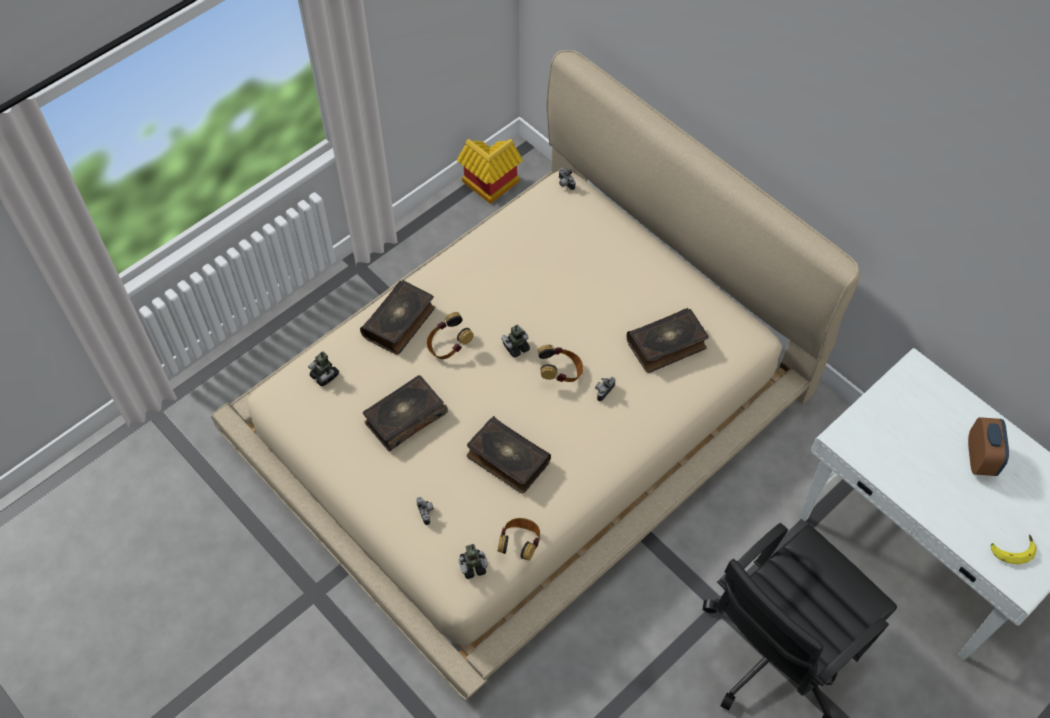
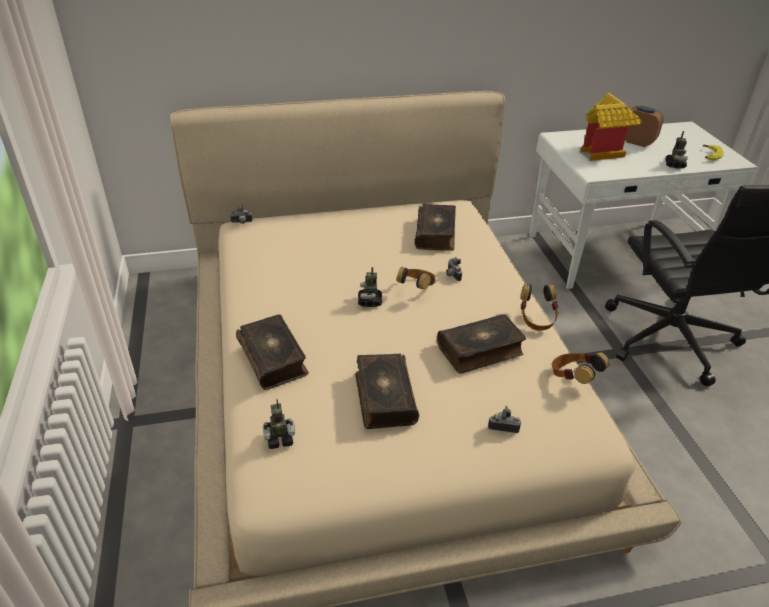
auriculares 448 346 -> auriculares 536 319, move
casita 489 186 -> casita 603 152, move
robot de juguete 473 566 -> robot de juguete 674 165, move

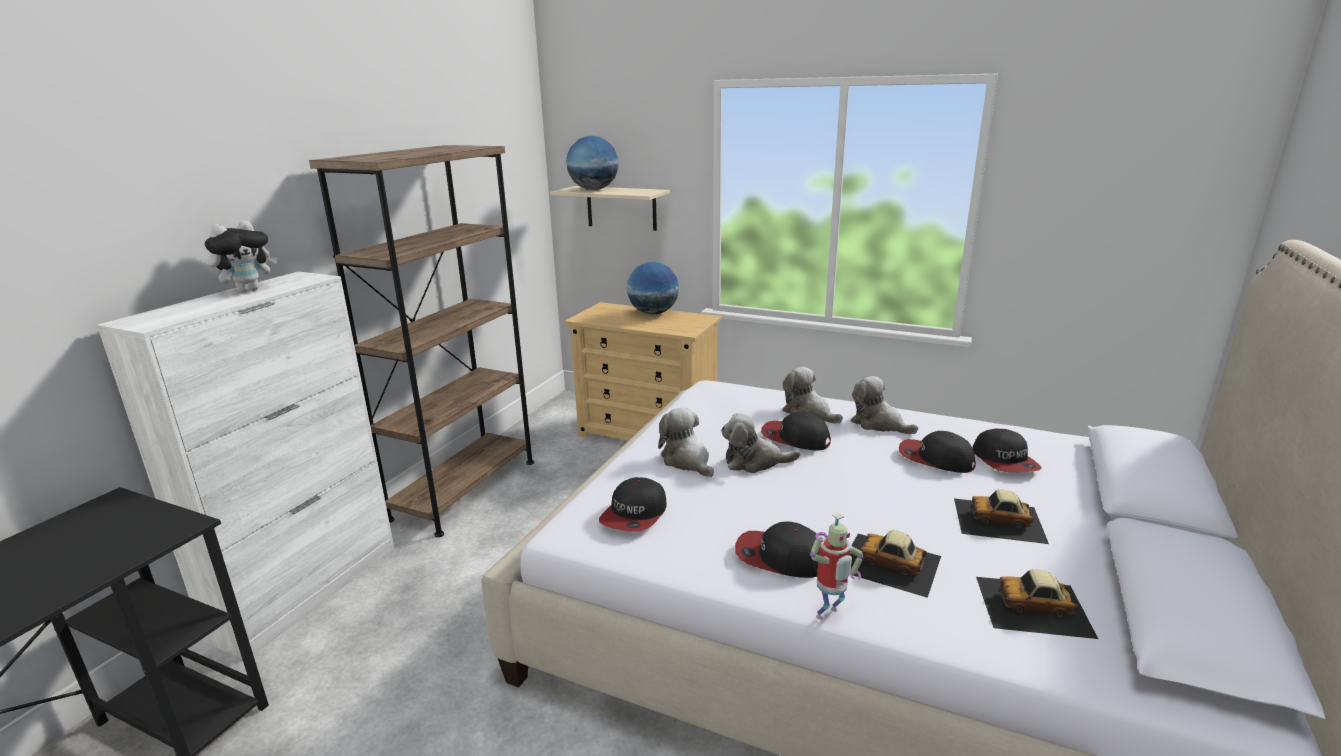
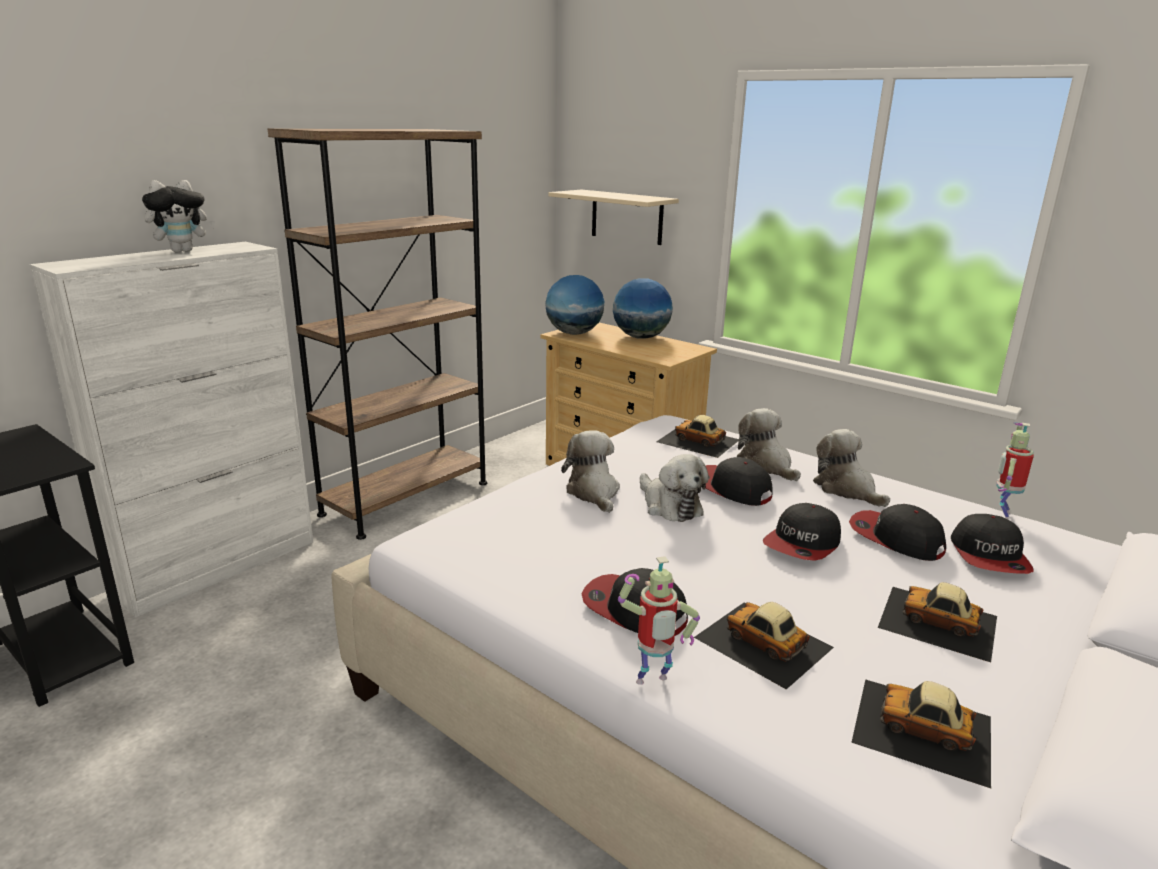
none -> coche de juguete 698 441
none -> robot de juguete 1002 515
globo terráqueo 593 189 -> globo terráqueo 574 333, move
gorra 635 515 -> gorra 803 544, move
peluche 754 462 -> peluche 669 506, 135 degrees counterclockwise

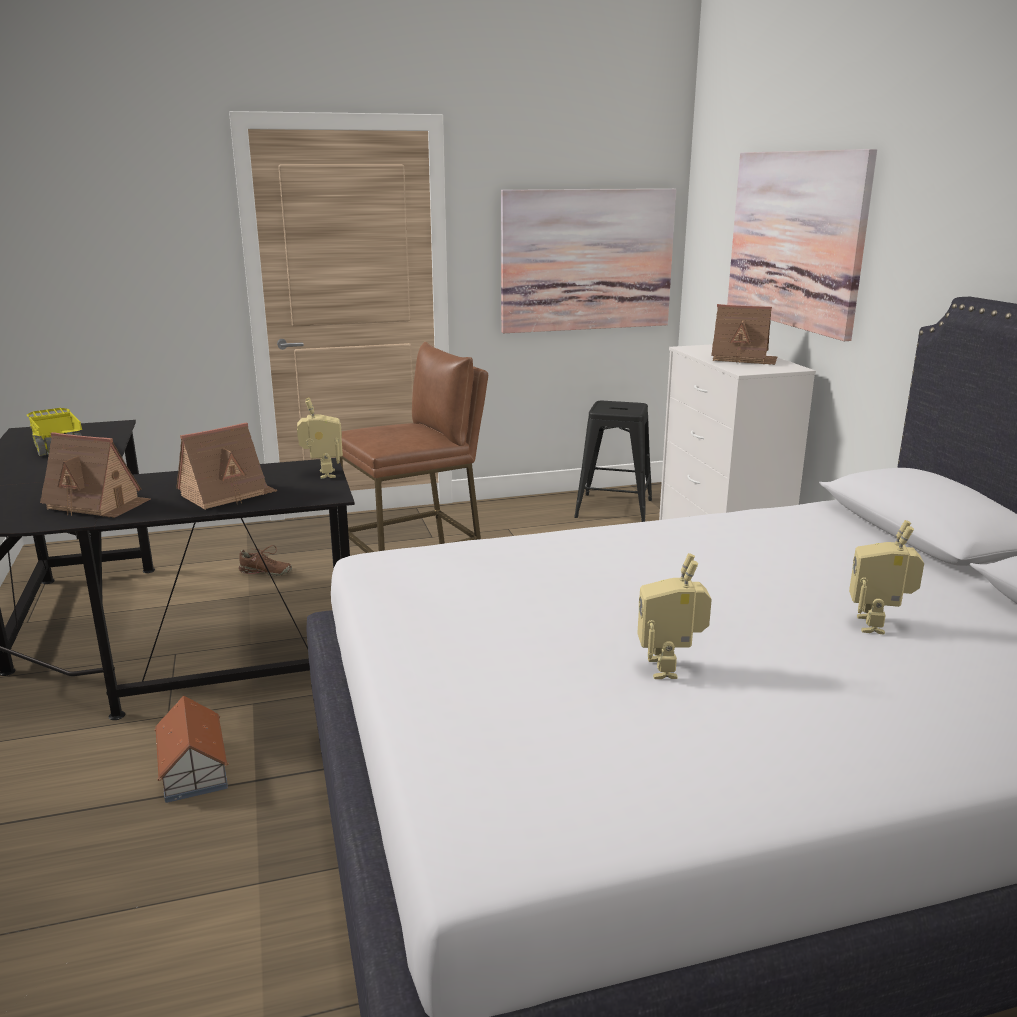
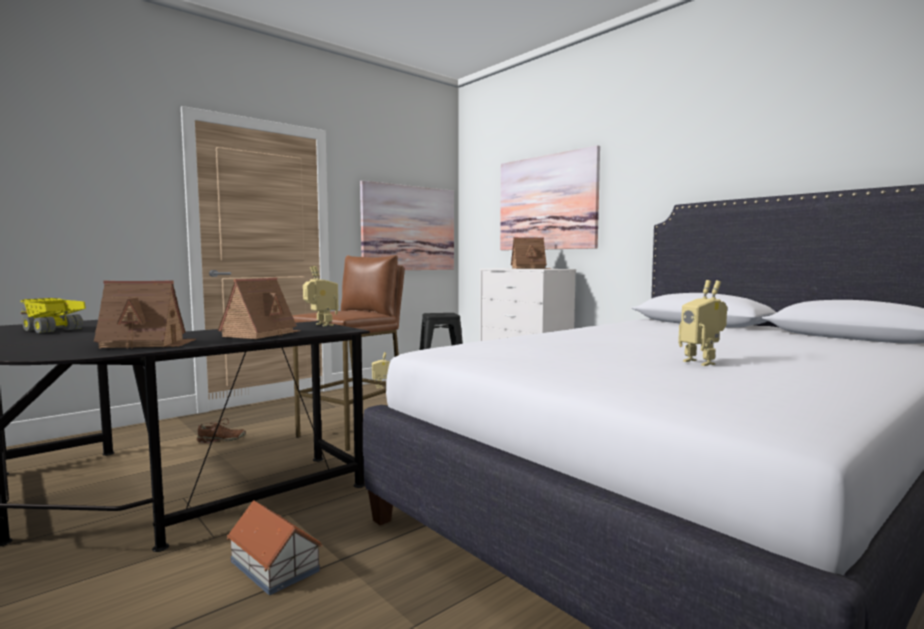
robot de juguete 877 625 -> robot de juguete 381 386, move

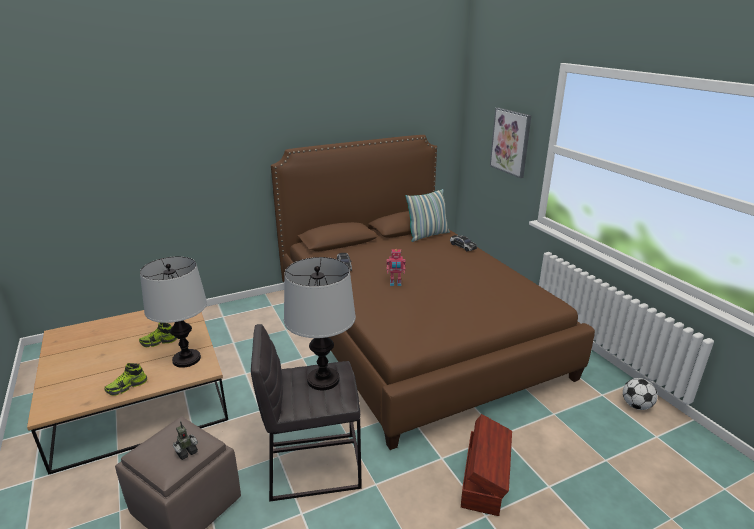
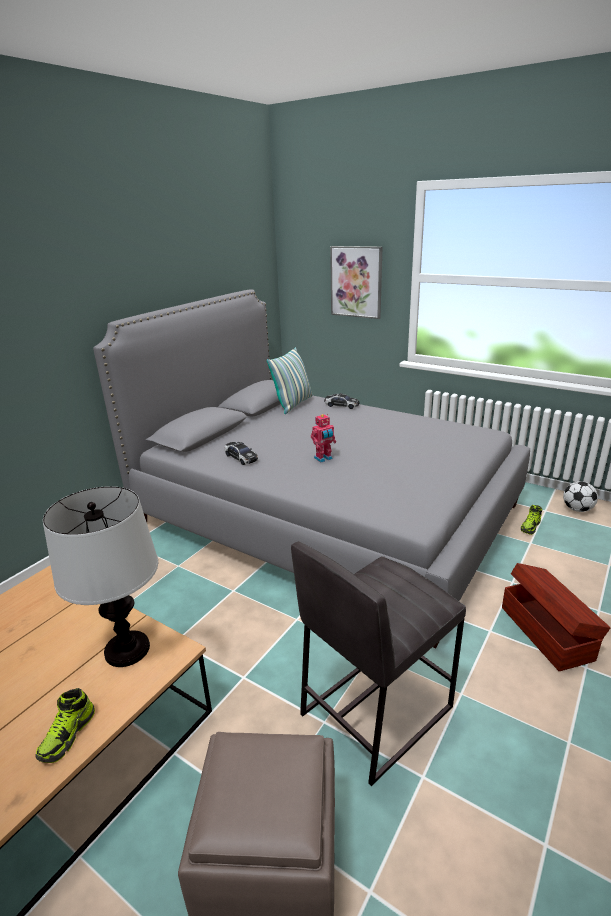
robot de juguete 186 452 -> none
lámpara de mesa 323 379 -> none
zapato 159 342 -> zapato 530 527, move
cama/marrón 412 330 -> cama/gris 325 514

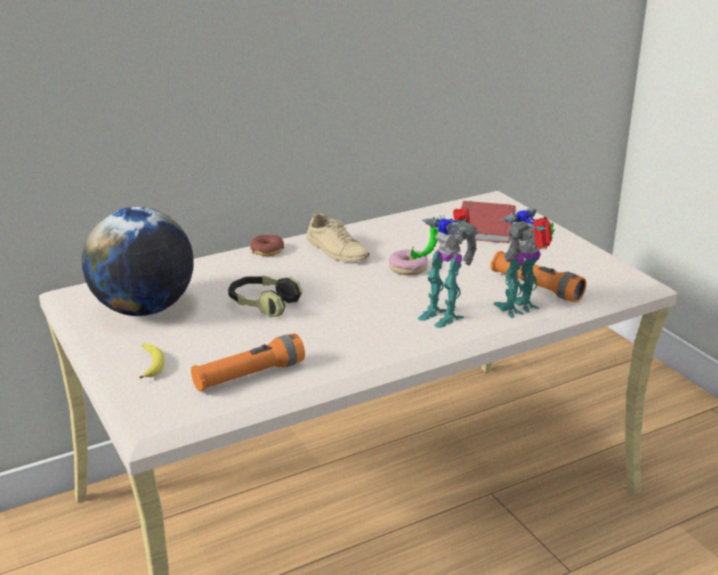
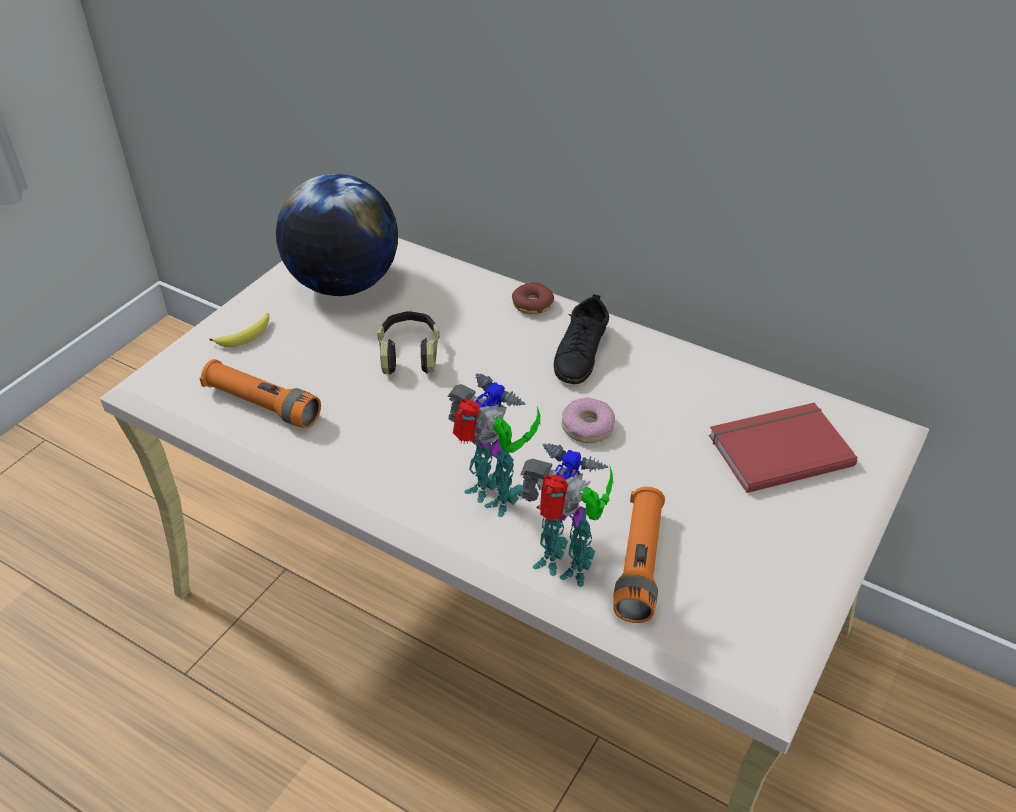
zapato/beis 336 250 -> zapato/negro 580 352
robot de juguete 441 314 -> robot de juguete 494 498, 120 degrees clockwise

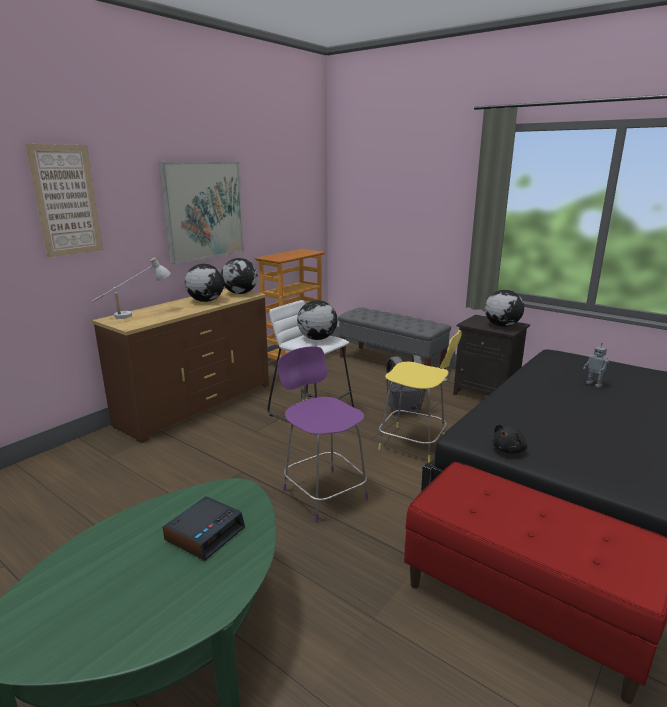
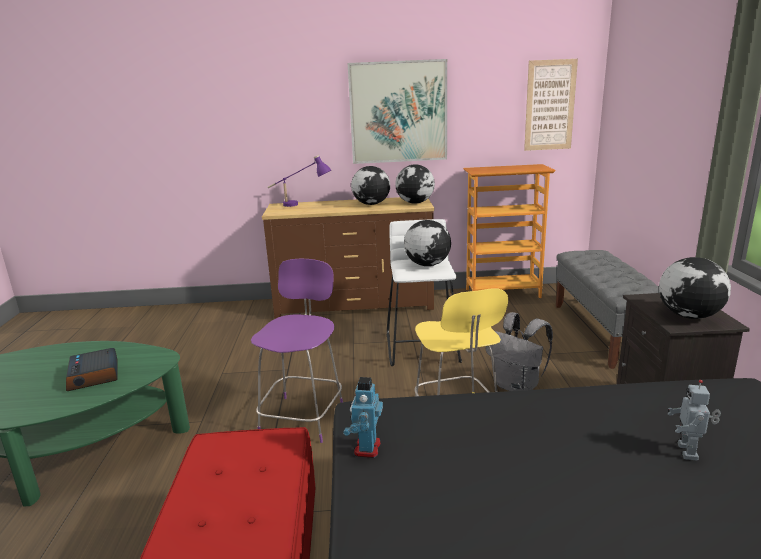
cuadro 66 200 -> cuadro 550 105, move
peluche/negro 509 450 -> robot de juguete 366 448
lámpara de mesa/blanco 136 314 -> lámpara de mesa/morado 300 205
despertador 205 533 -> despertador 94 375, 75 degrees clockwise

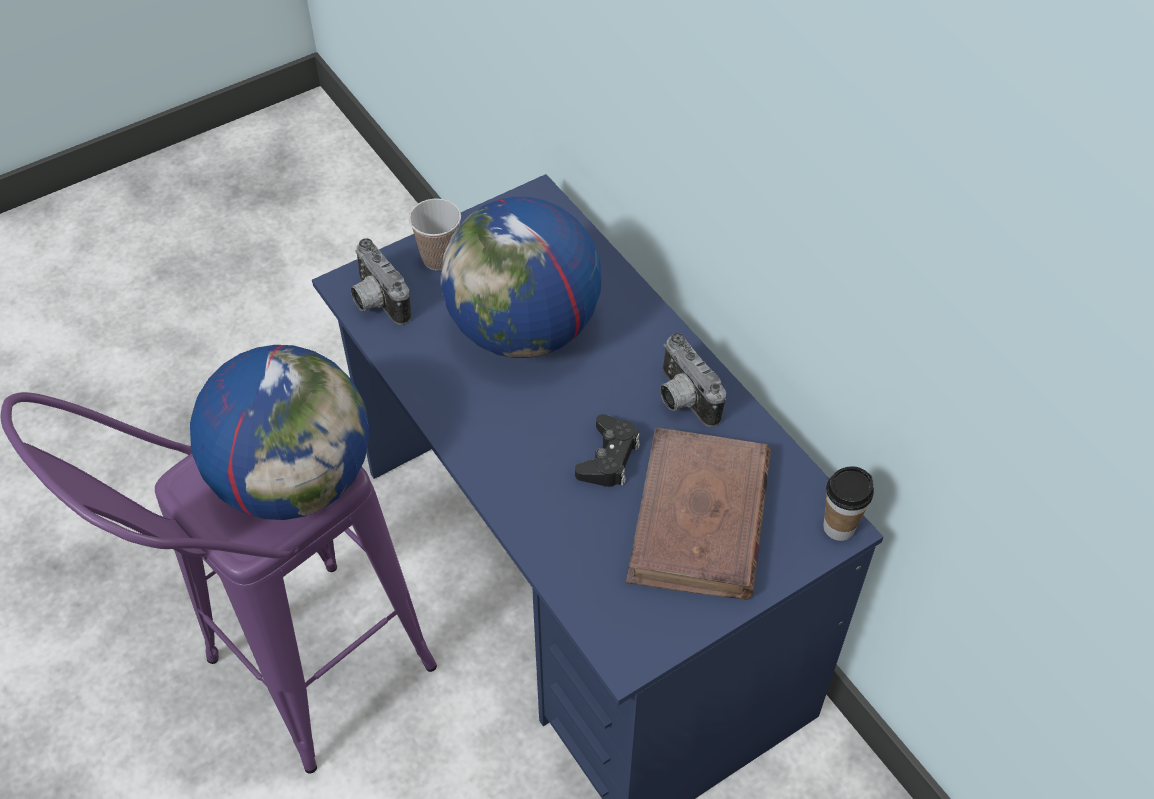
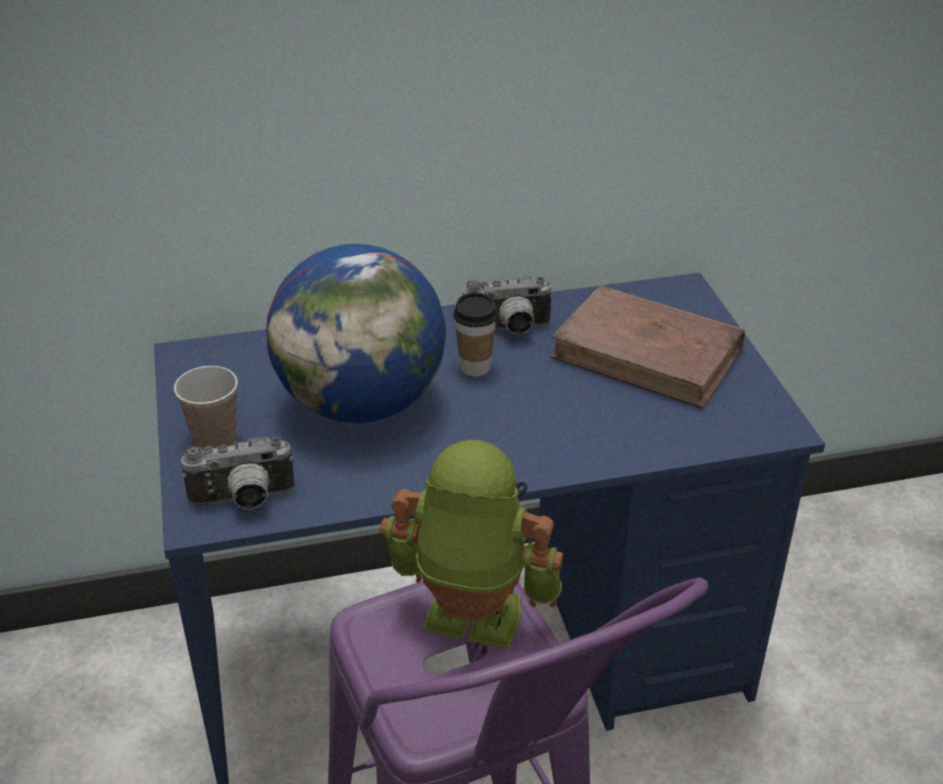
mando de consola/negro 608 458 -> none
taza 839 527 -> taza 475 367, move
globo terráqueo 295 480 -> robot de juguete 470 622

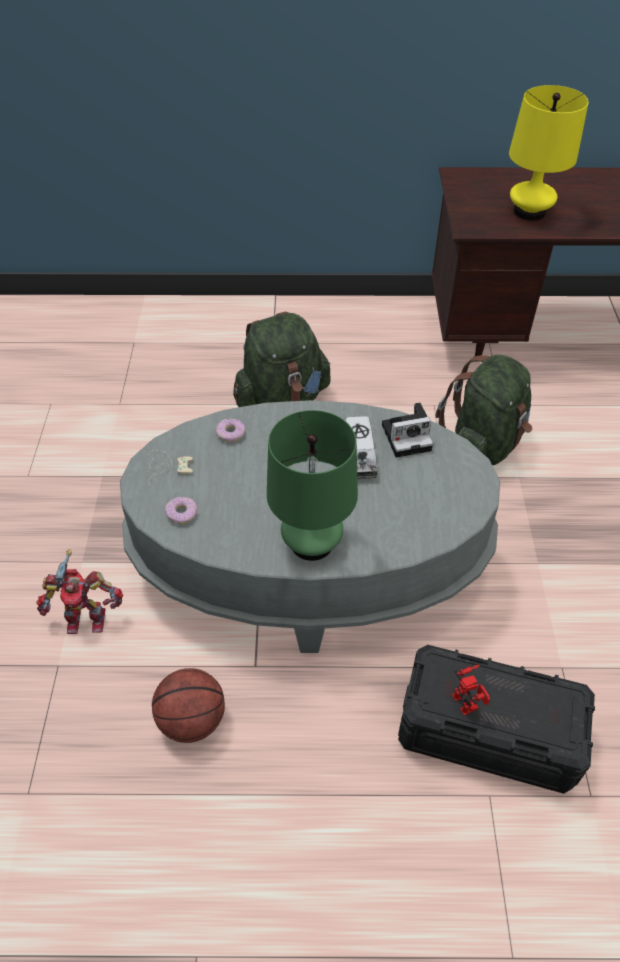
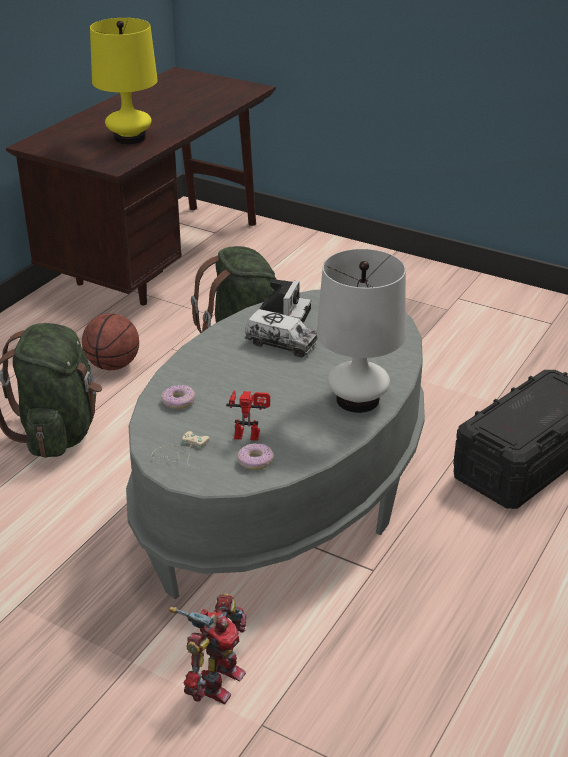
balón de baloncesto 192 720 -> balón de baloncesto 113 365, move
robot de juguete 468 702 -> robot de juguete 249 432, move
lámpara de mesa/verde 312 543 -> lámpara de mesa/blanco 357 400

